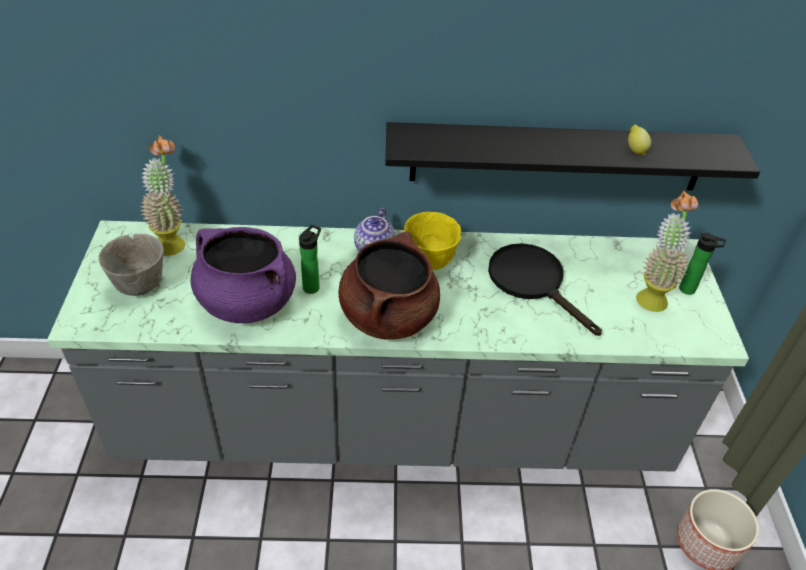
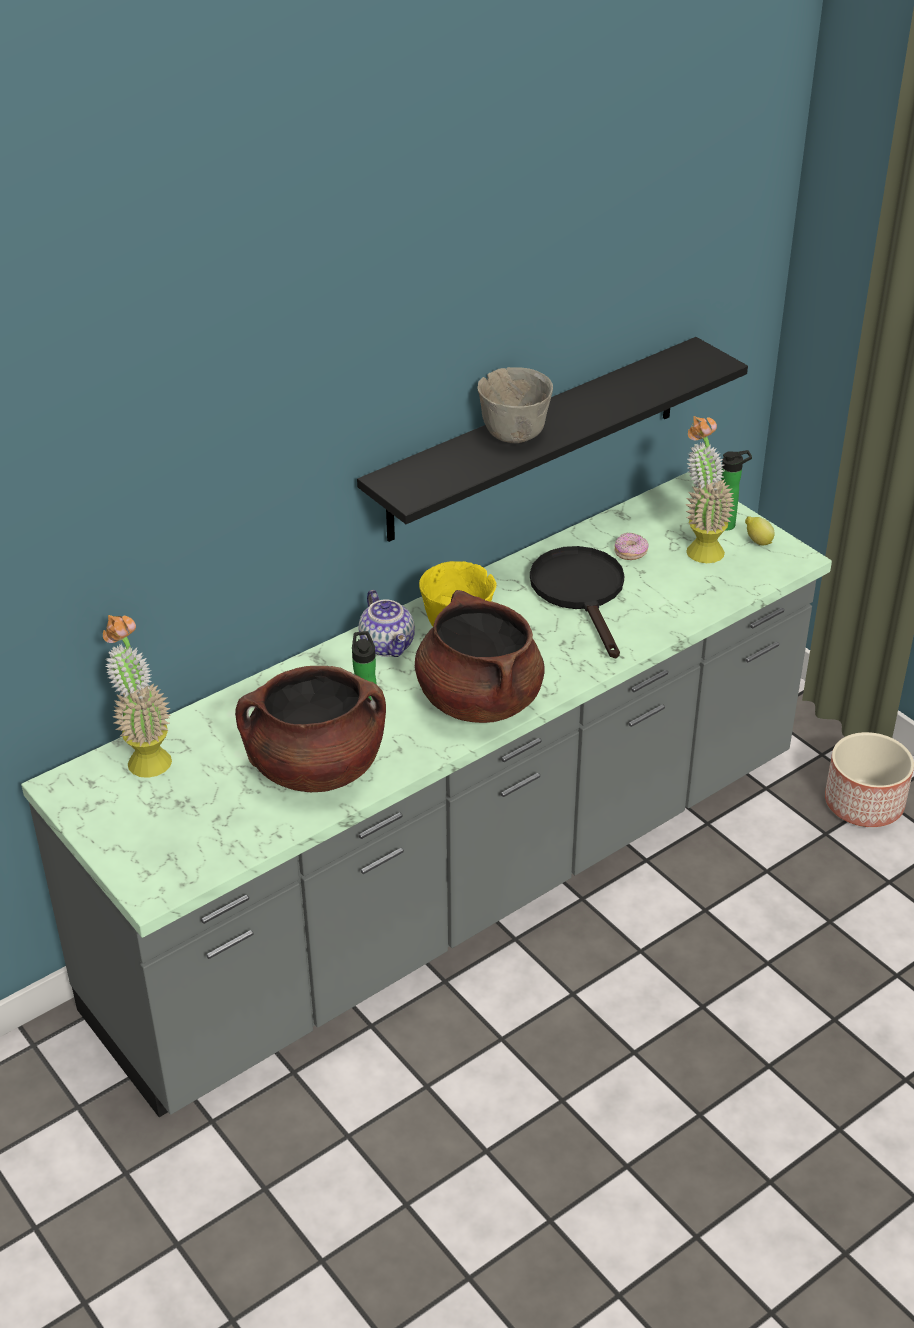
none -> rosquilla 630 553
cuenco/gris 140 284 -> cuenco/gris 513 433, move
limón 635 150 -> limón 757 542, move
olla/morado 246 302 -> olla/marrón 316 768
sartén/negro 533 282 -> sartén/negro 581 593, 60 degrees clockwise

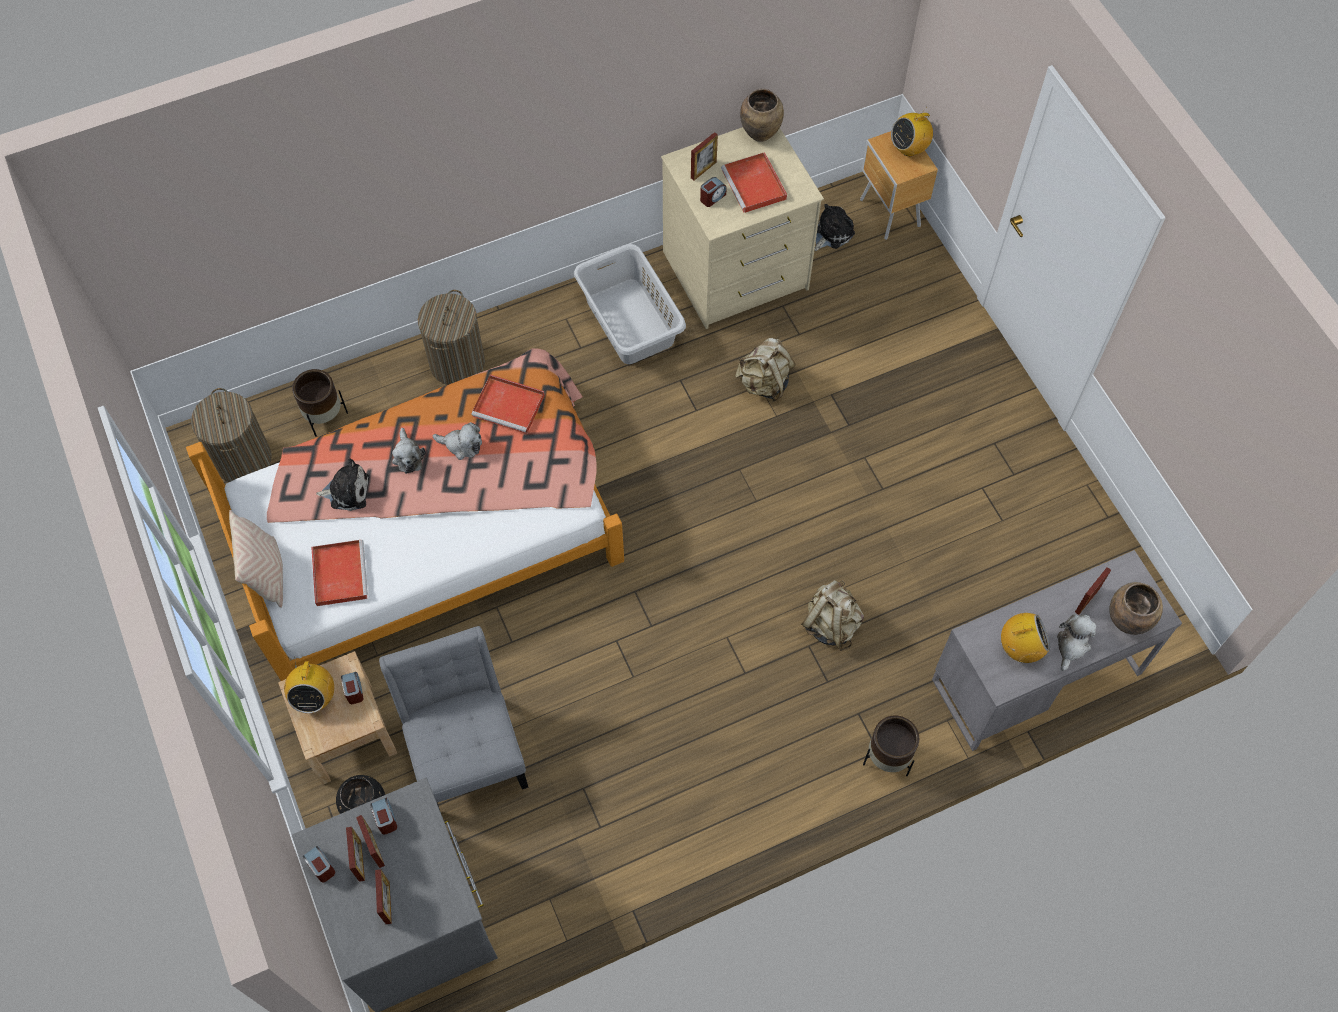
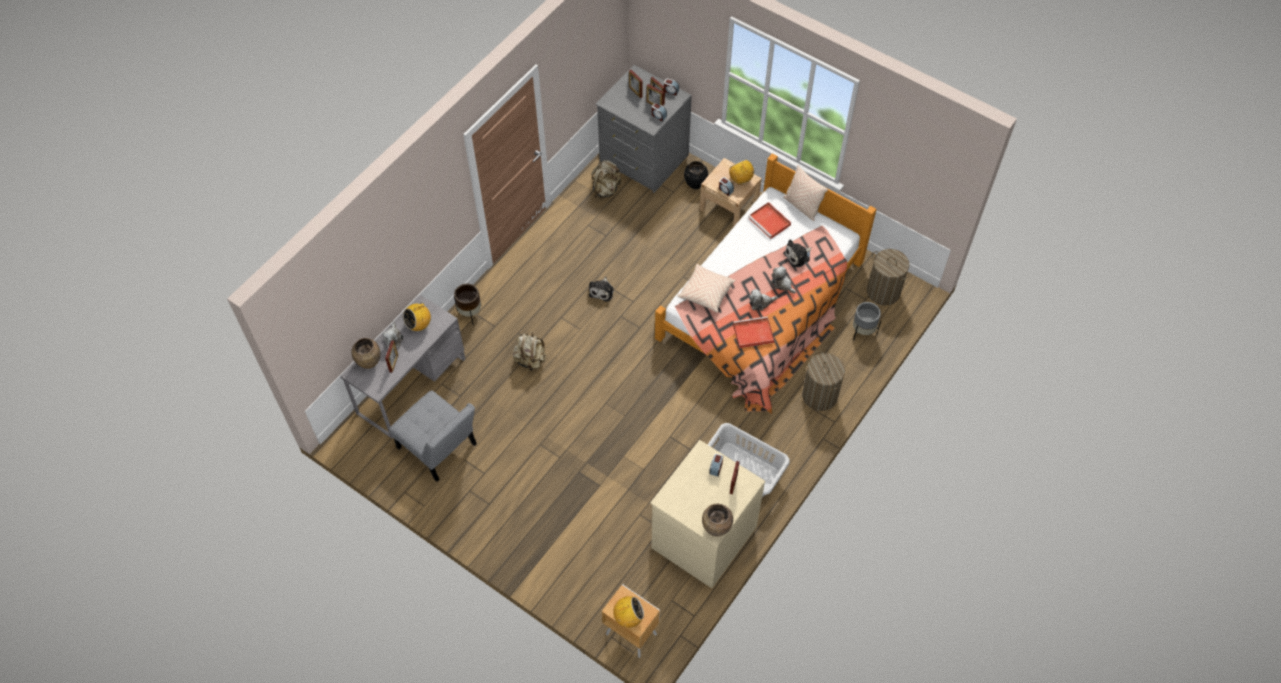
bandeja/rojo 755 185 -> none
none -> cojín/beis 706 292
silla/gris 466 749 -> silla/gris 439 449, move
mochila/beis 764 383 -> mochila/beis 606 189, move
peluche 831 233 -> peluche 602 291, move
maceta/marrón 324 417 -> maceta/gris 863 332
radio 909 148 -> radio 628 617, 45 degrees clockwise

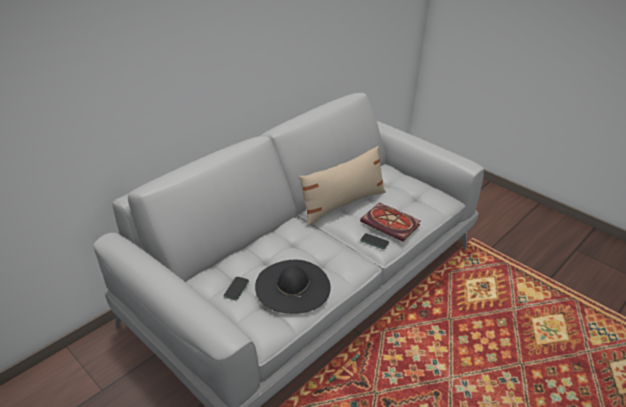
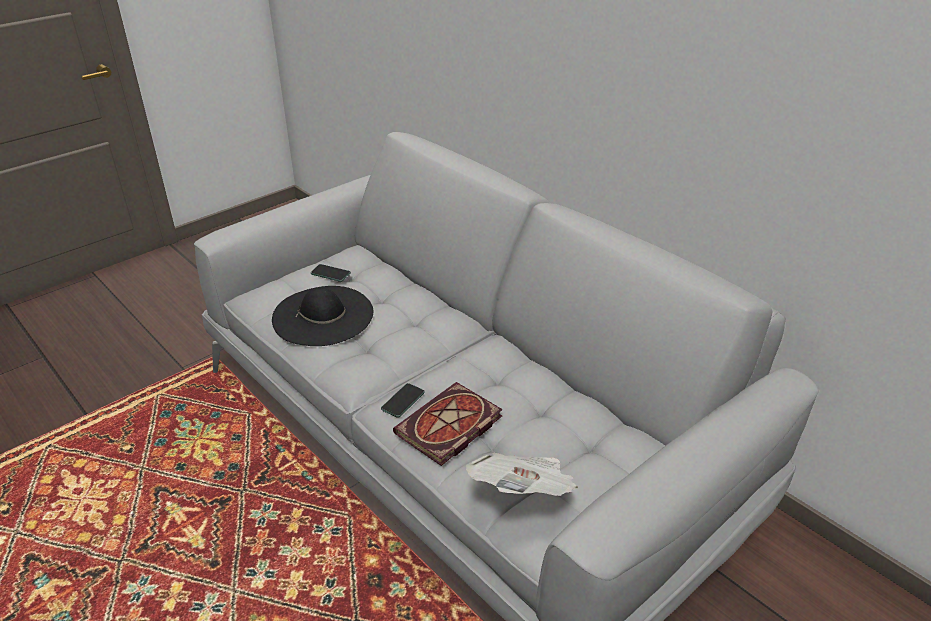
cojín/beis 342 204 -> none
none -> periódico 523 493

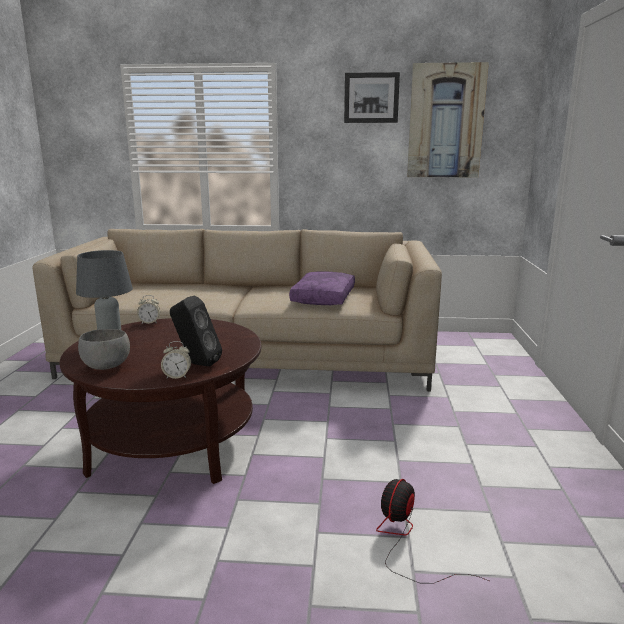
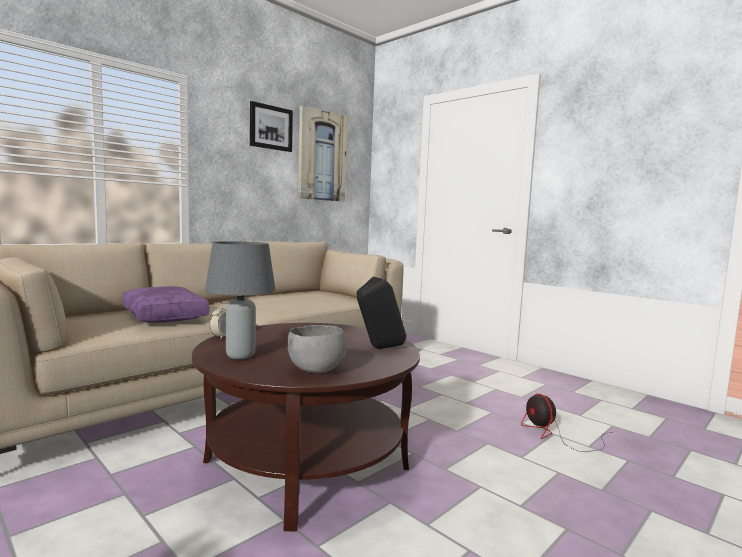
despertador 177 376 -> none
cojín/morado 324 298 -> cojín/morado 166 315, move

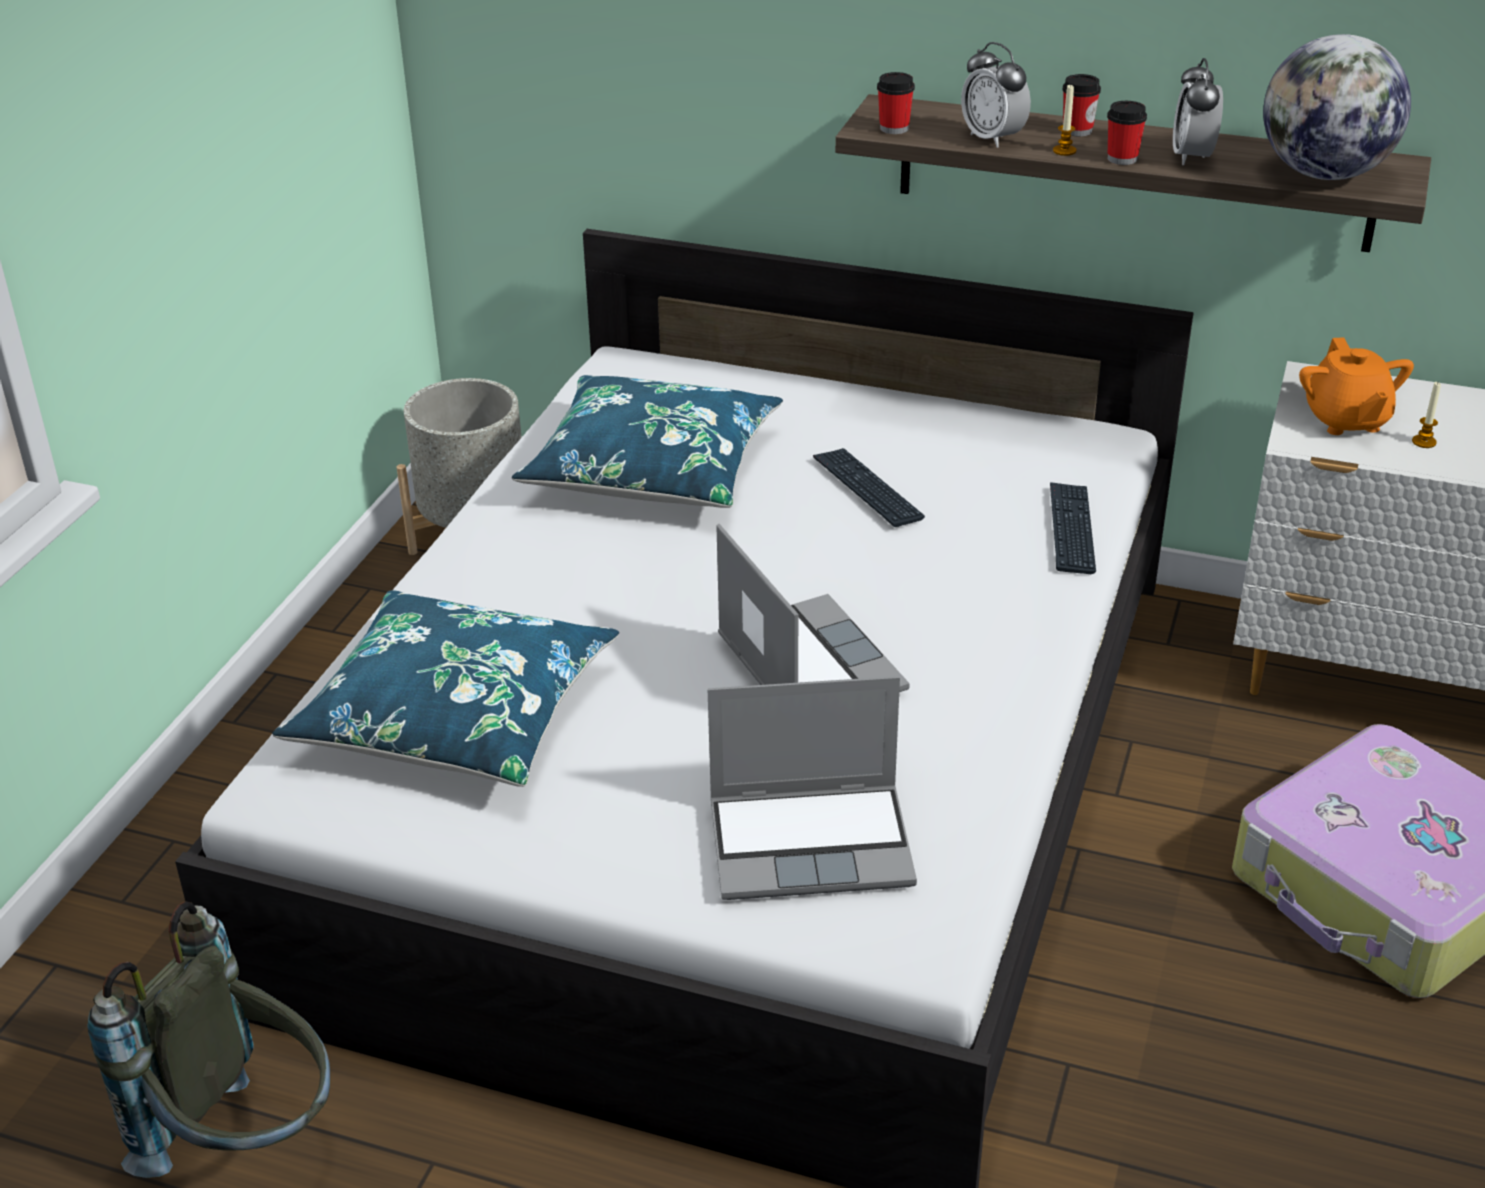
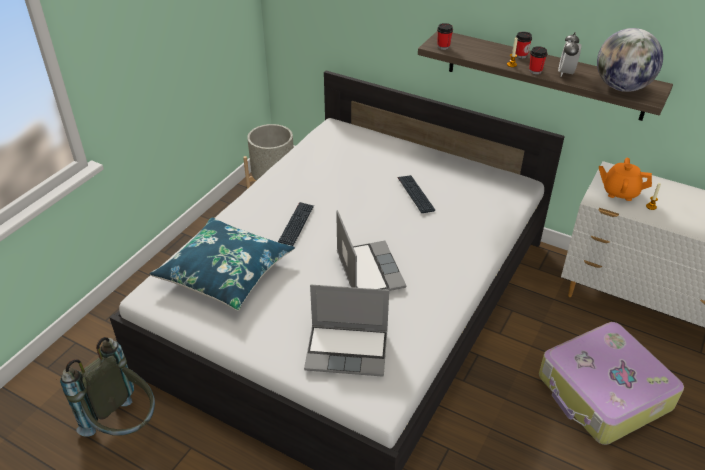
cojín/azul 653 467 -> none
despertador 993 138 -> none
teclado 1071 529 -> teclado 296 224, move
tetera/naranja 1346 420 -> tetera/naranja 619 192, 105 degrees clockwise

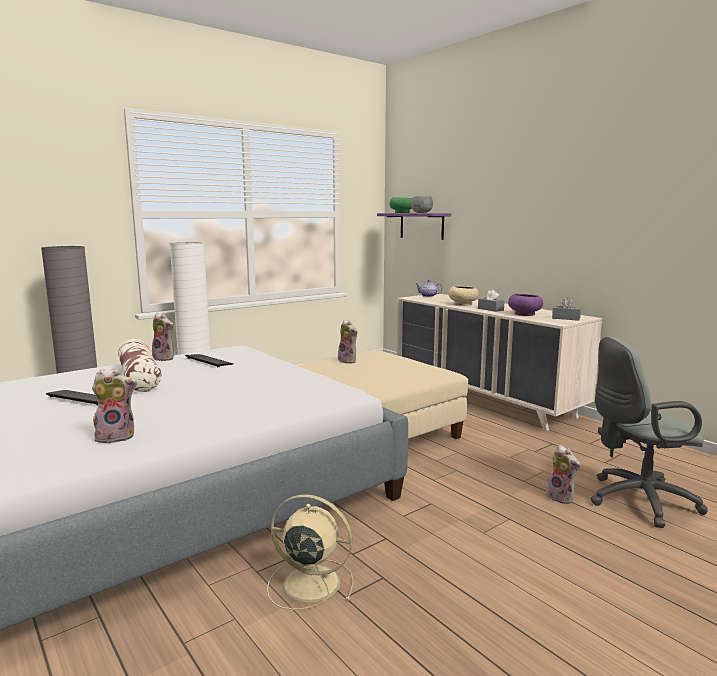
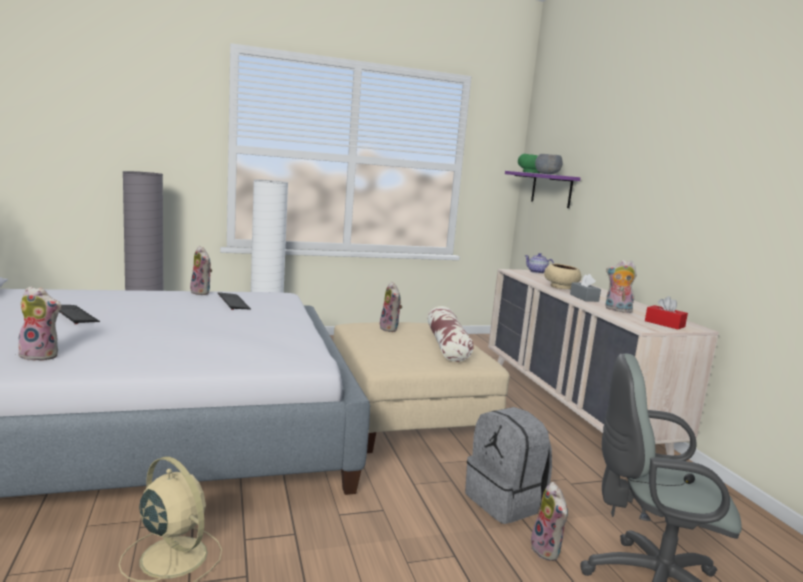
none -> mochila/gris 505 502
cojín 139 377 -> cojín 447 345, move
cuenco/morado 524 314 -> peluche 617 310
caja de pañuelos/gris 566 318 -> caja de pañuelos/rojo 664 324

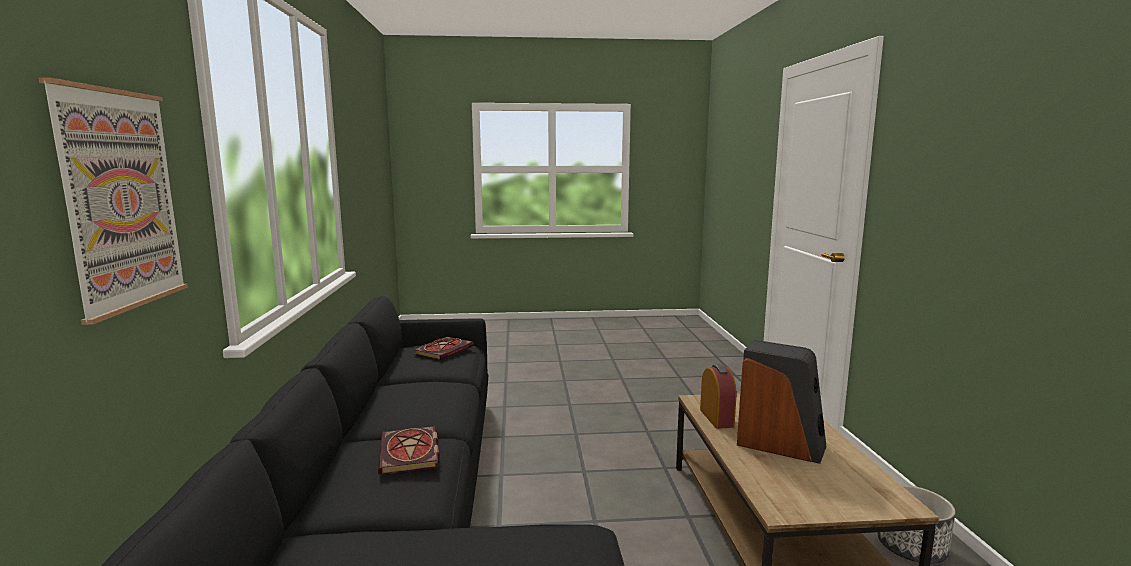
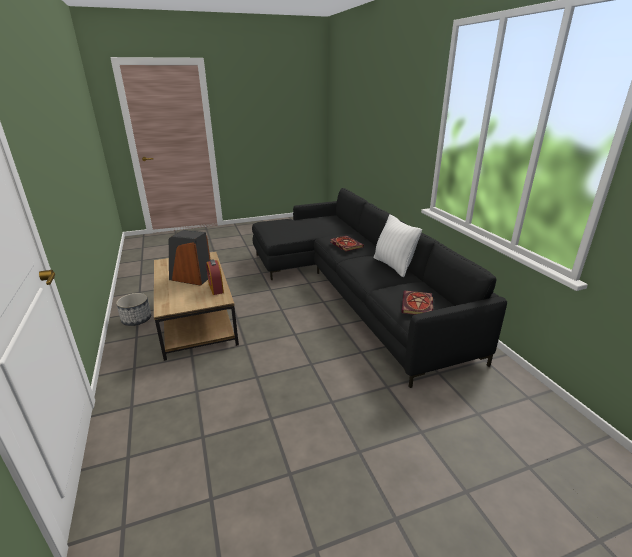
cuadro 120 200 -> none
none -> cojín/blanco 393 266

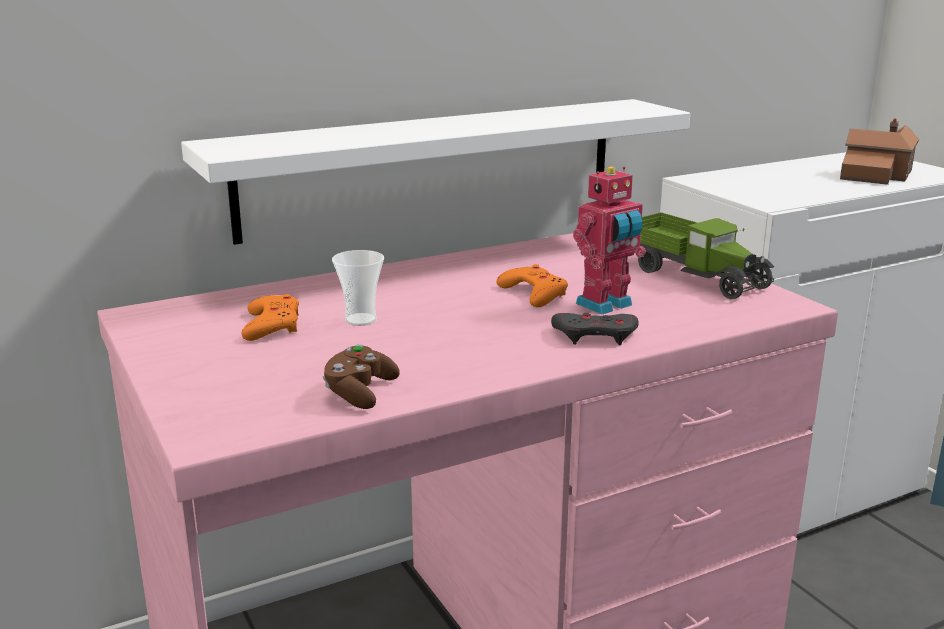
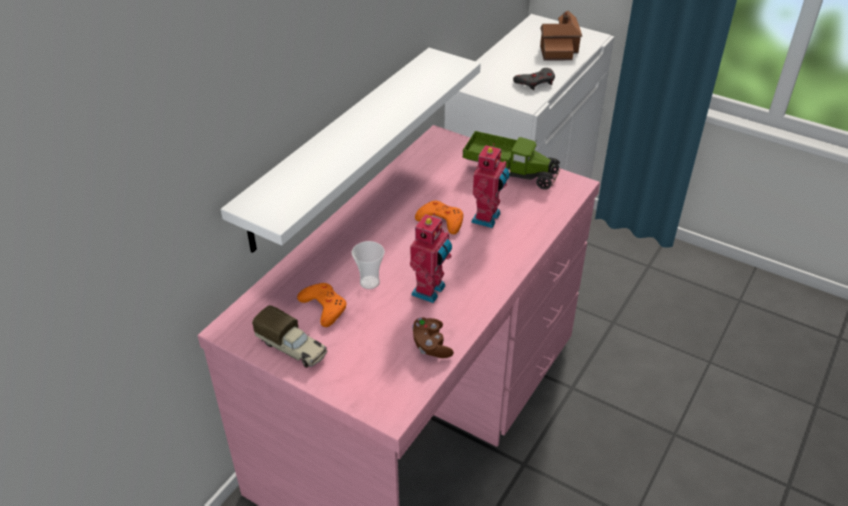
none -> camión de juguete 293 348
none -> robot de juguete 430 291
mando de consola/gris 595 335 -> mando de consola/gris 535 82, move

